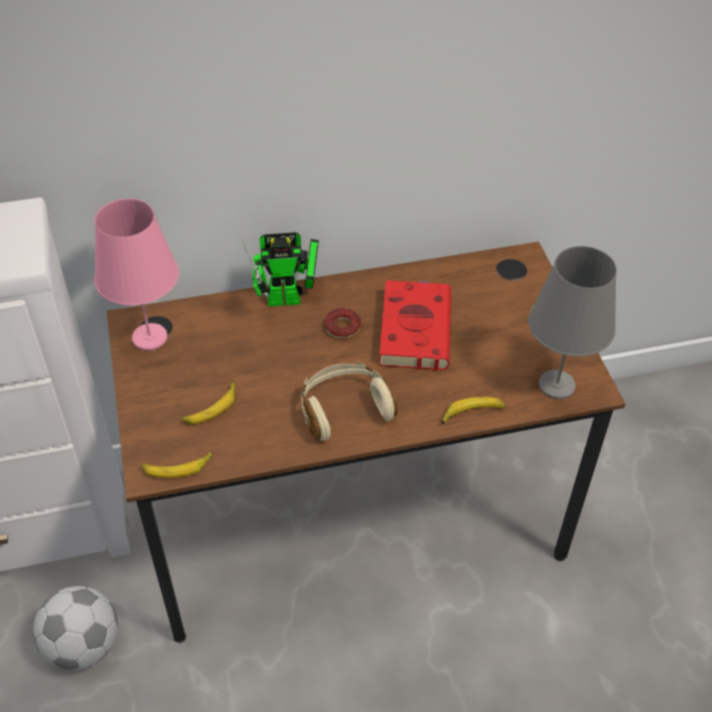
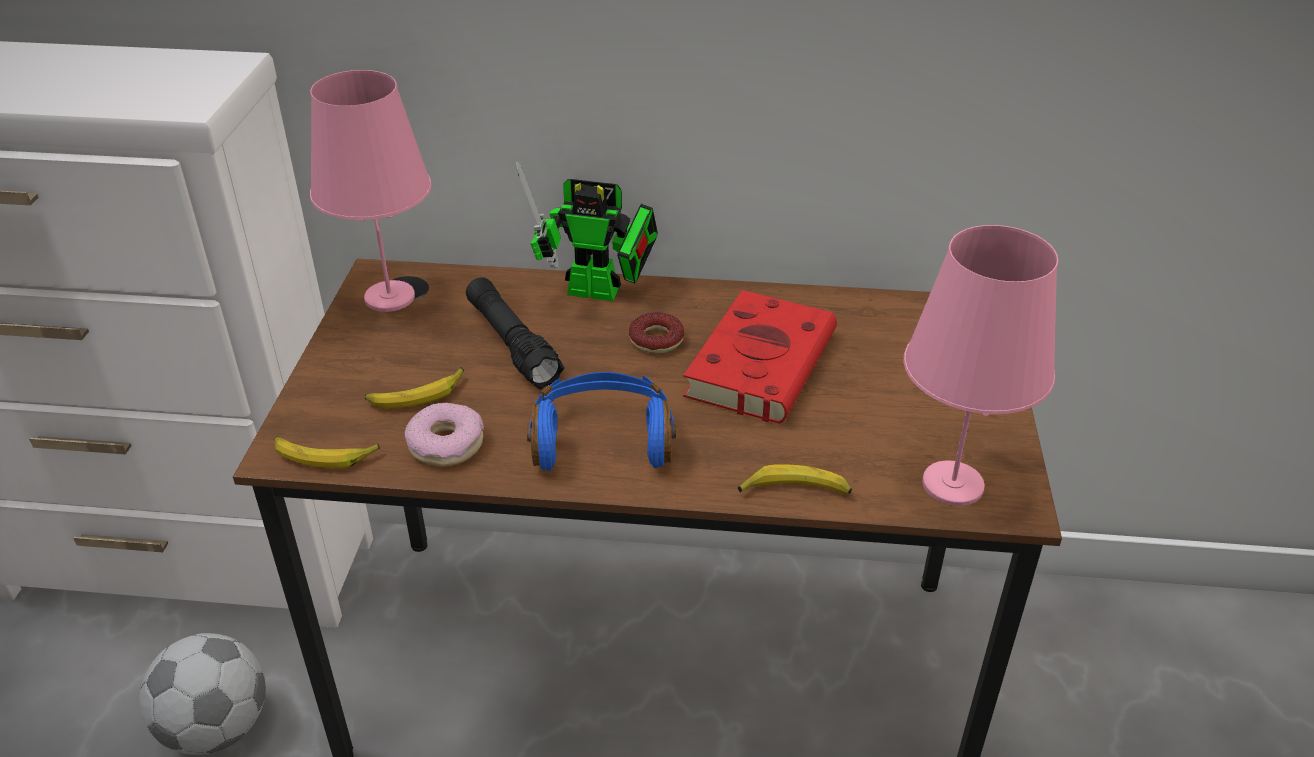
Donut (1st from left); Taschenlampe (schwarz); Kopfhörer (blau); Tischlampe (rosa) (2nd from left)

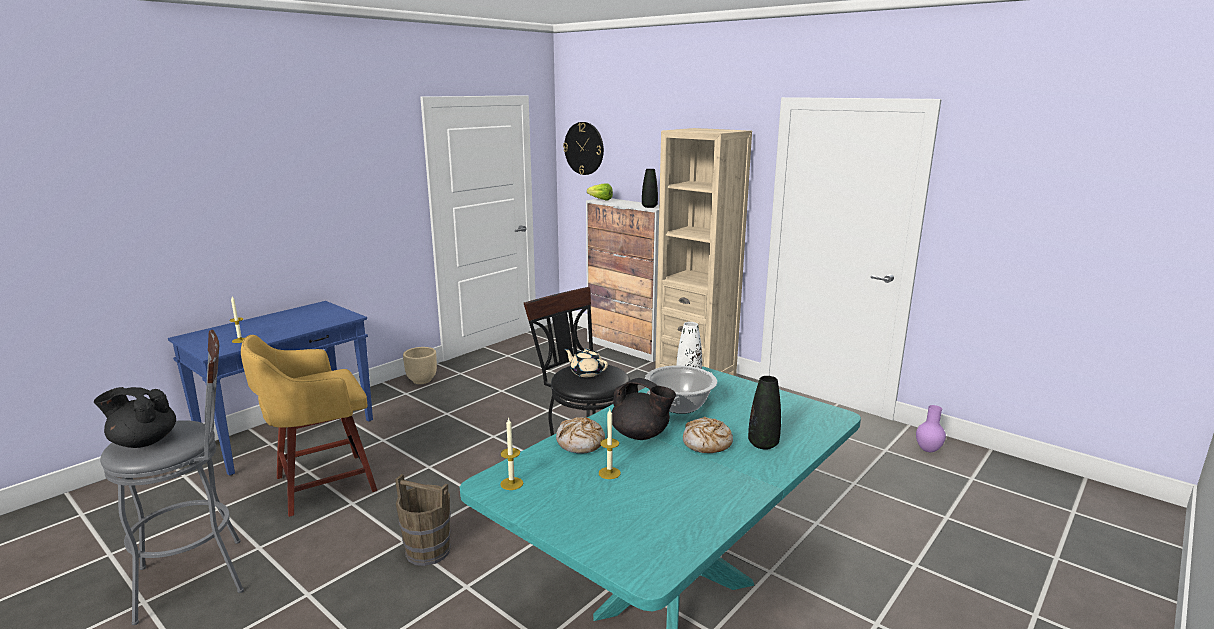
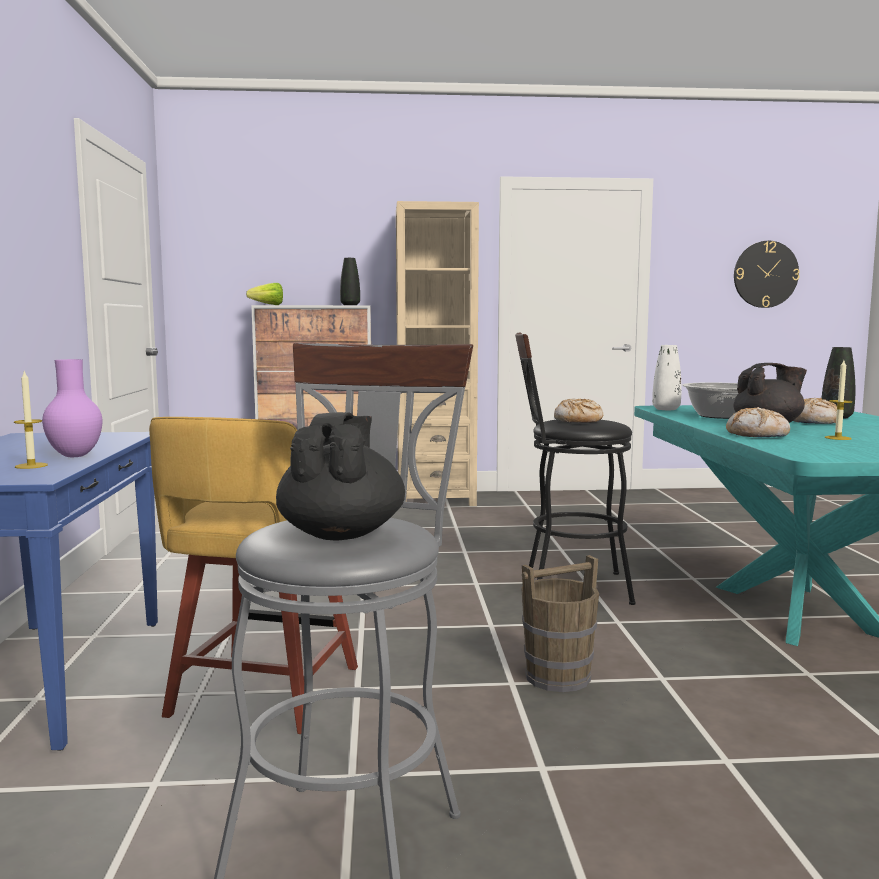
Vase (lila); Teekanne (schwarz) (1st from left); Brot (1st from left); Wanduhr; Pflanzkübel (beige); Kerze (2nd from left in the first image)

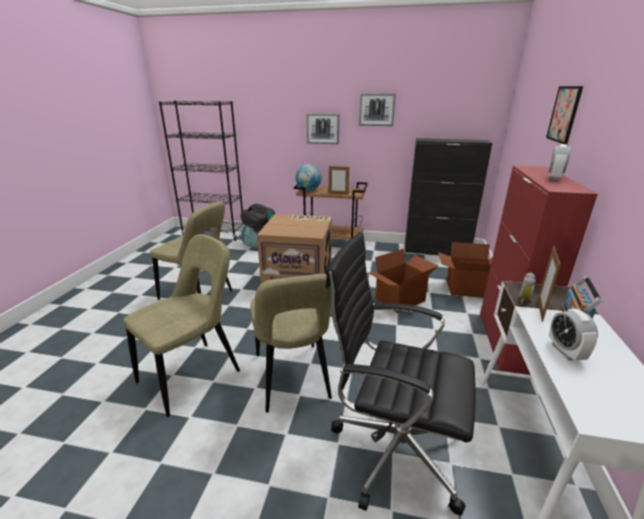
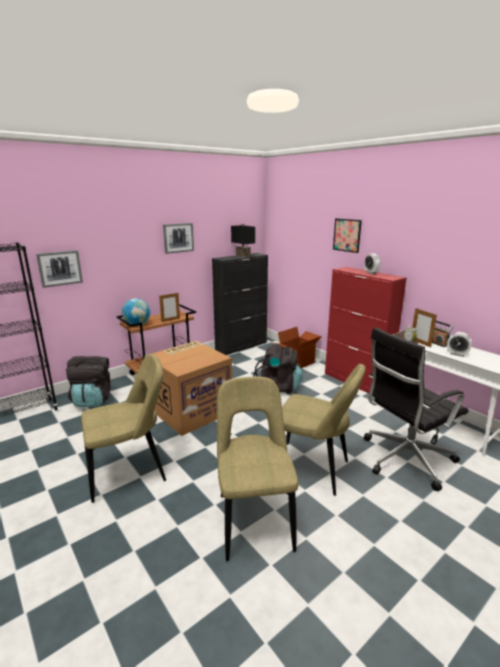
Bild (1st from left); Tischlampe (schwarz); Rucksack (schwarz) (2nd from left)

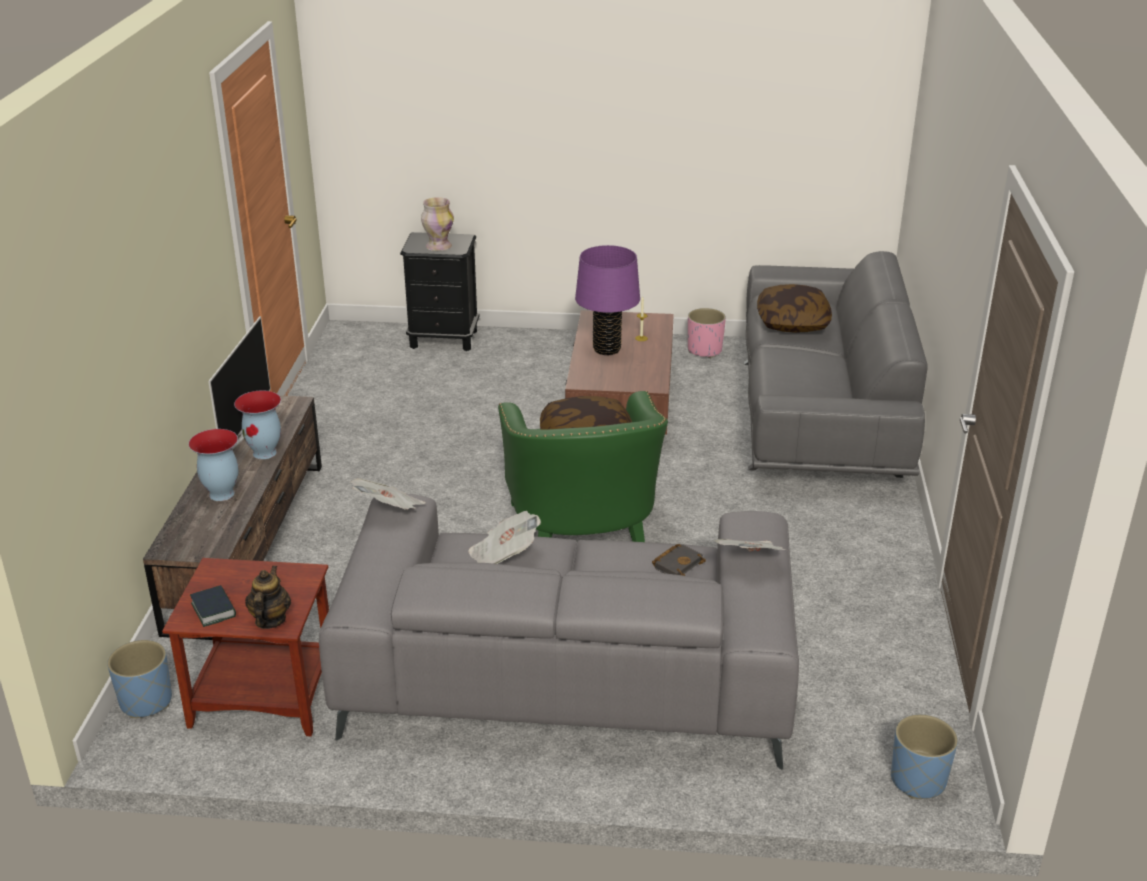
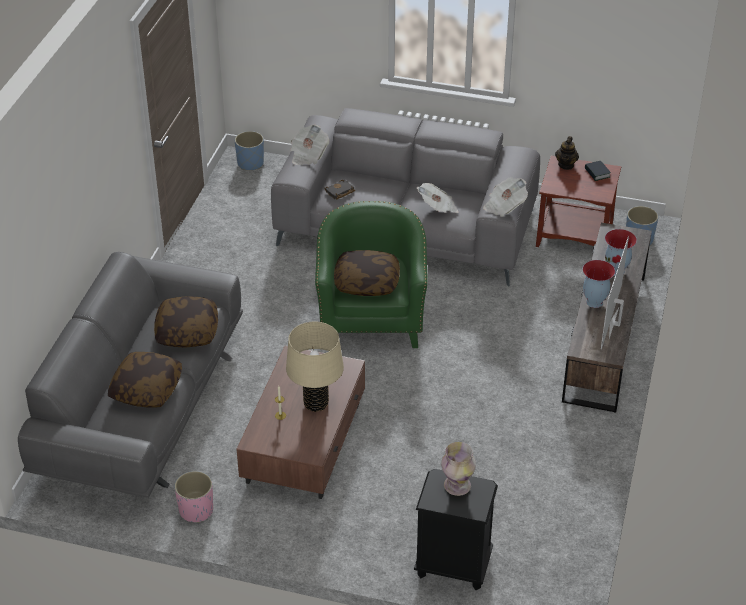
Kissen (2nd from left); Tischlampe (beige)

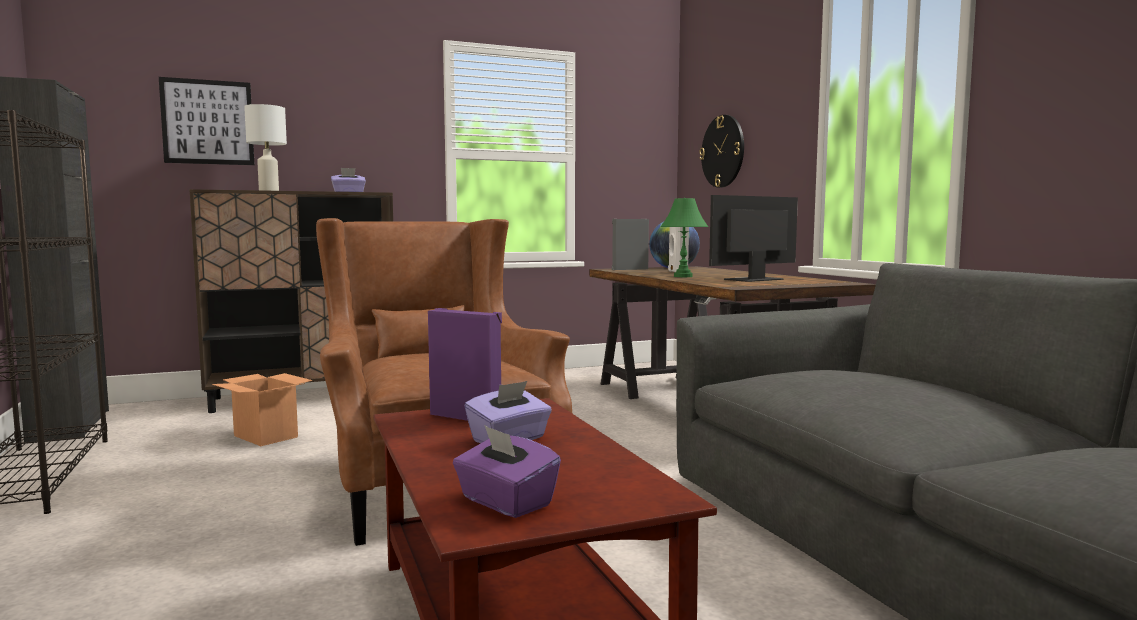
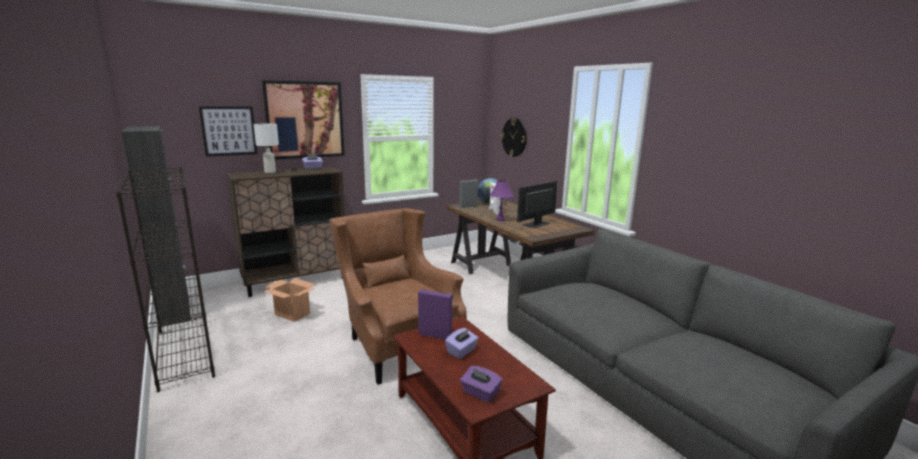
Bild (2nd from left); Tischlampe (lila)

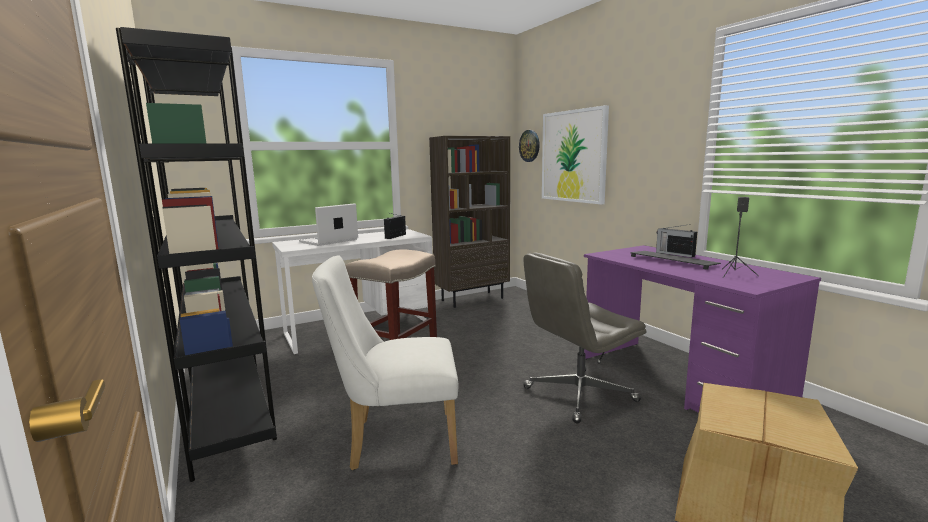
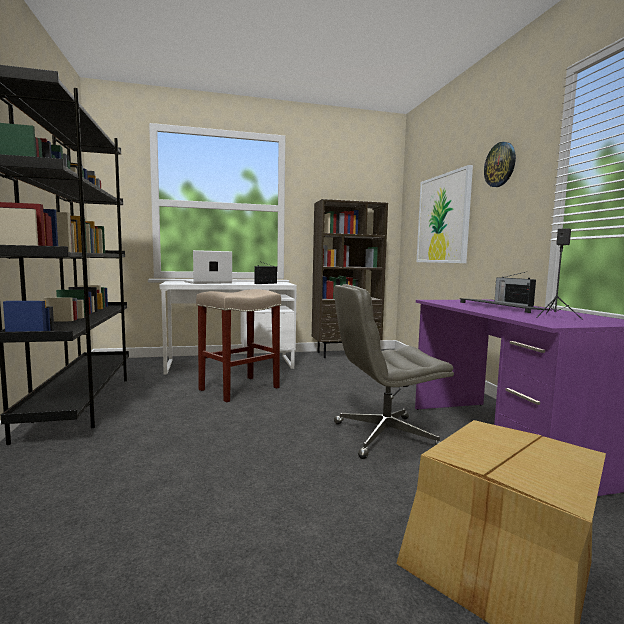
Wanduhr; Stuhl (weiß)

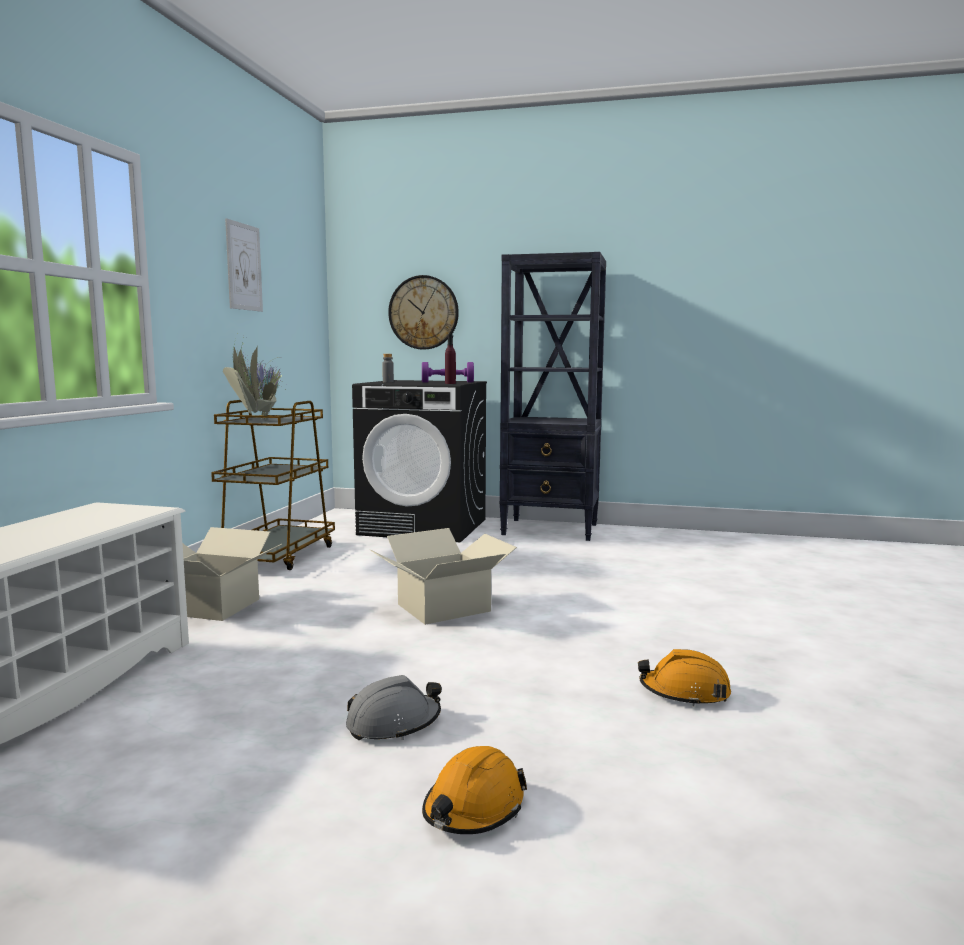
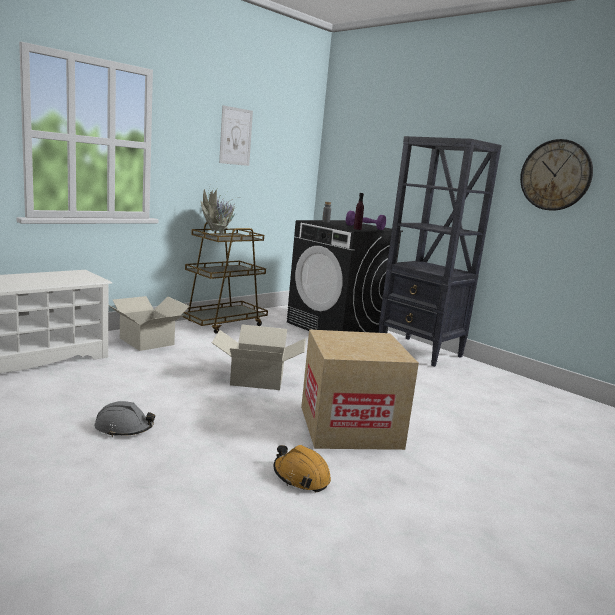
Karton (3rd from left); Wanduhr; Schutzhelm (orange) (1st from left in the first image)

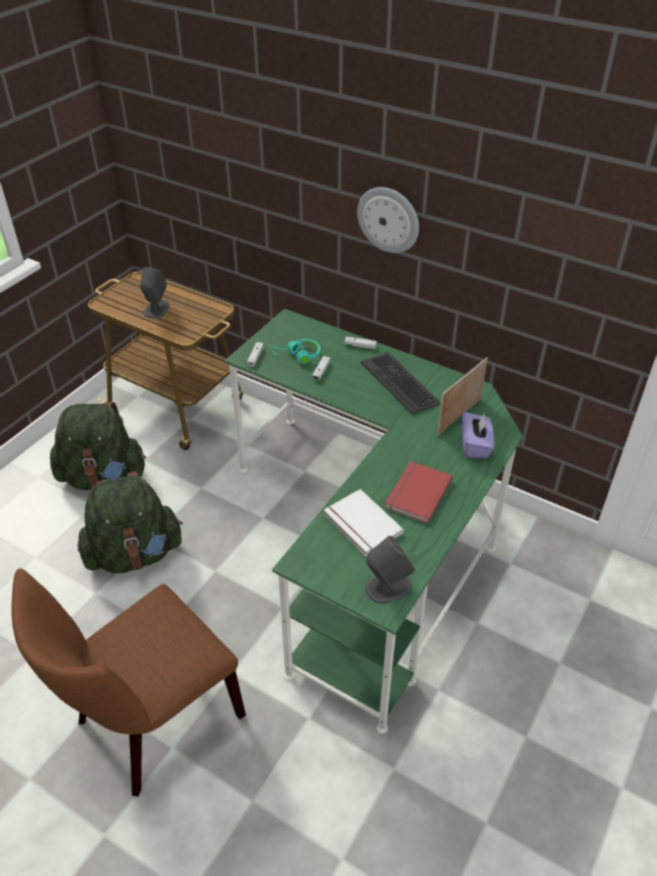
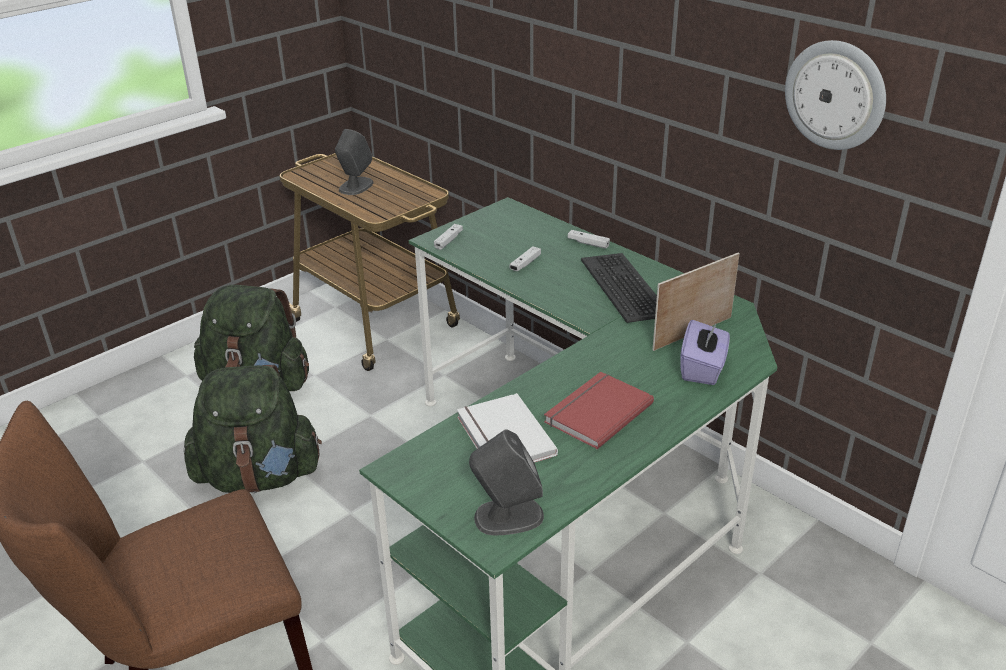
Wanduhr; Kopfhörer (türkis)

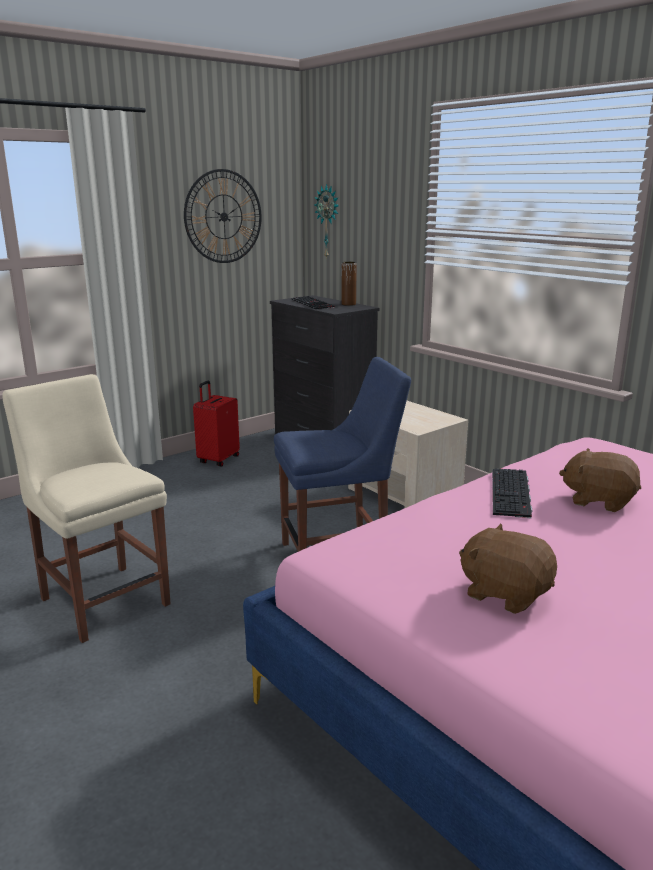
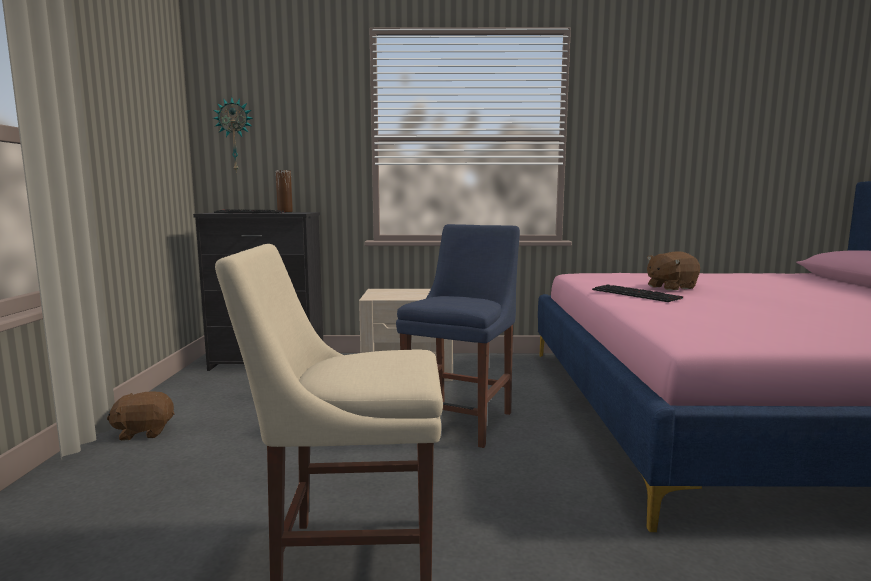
Plüschtier (braun) (1st from left); Wanduhr (1st from left in the first image); Koffer (rot)

